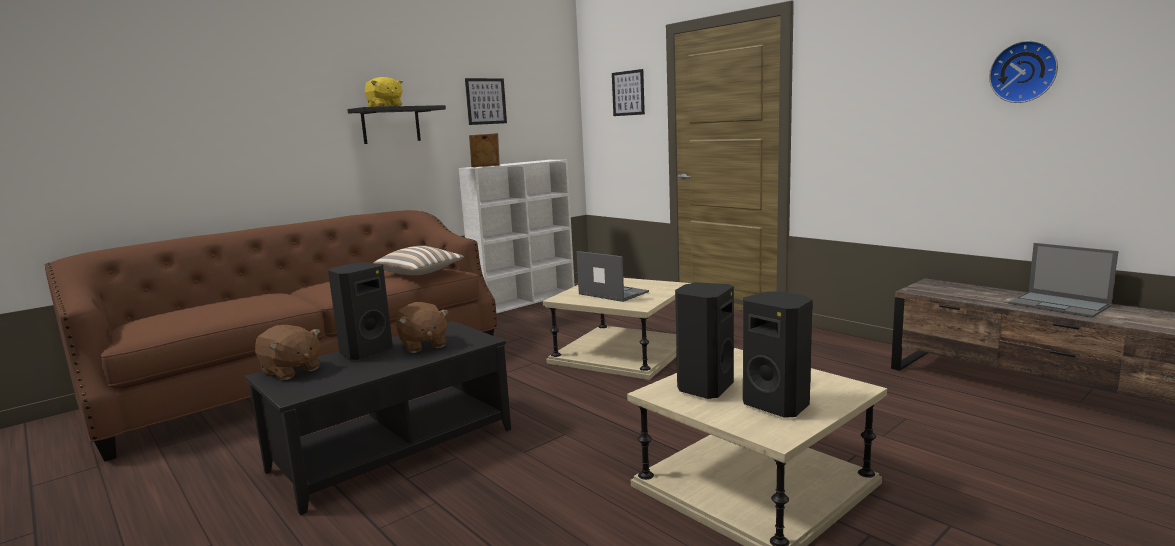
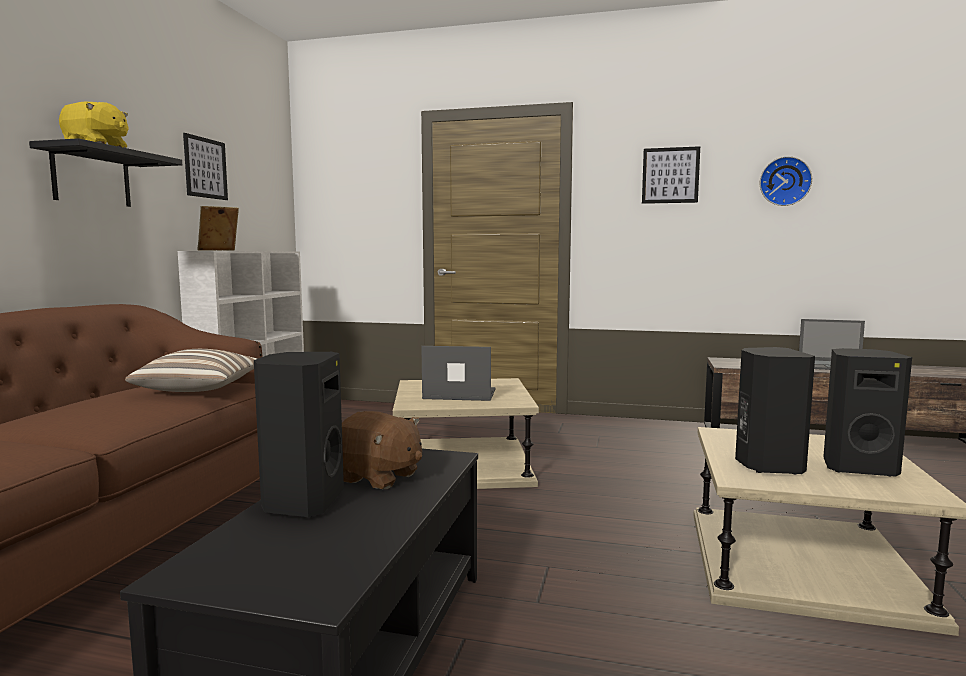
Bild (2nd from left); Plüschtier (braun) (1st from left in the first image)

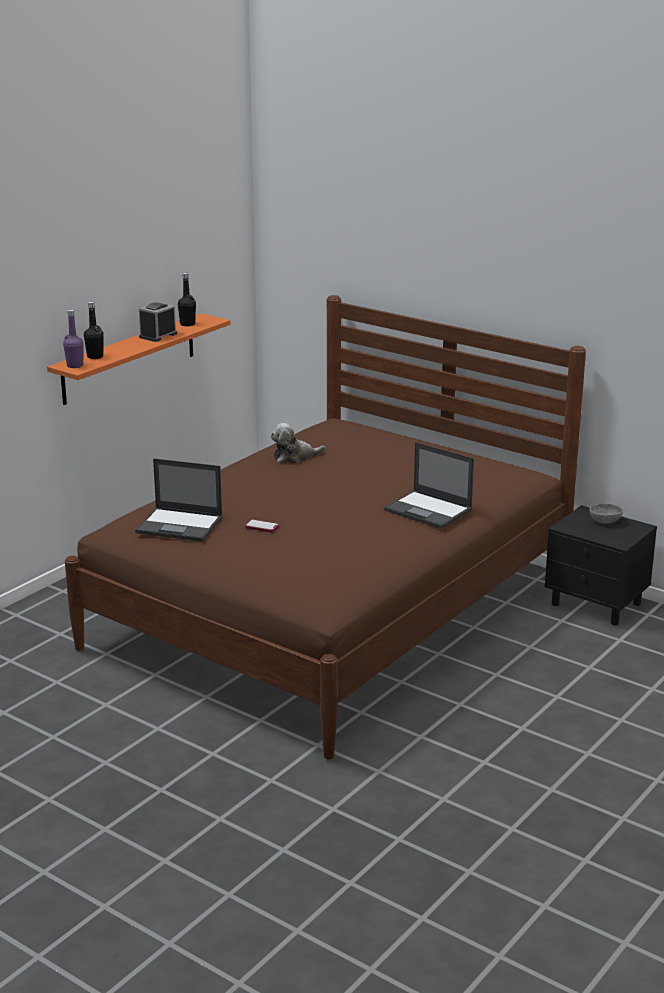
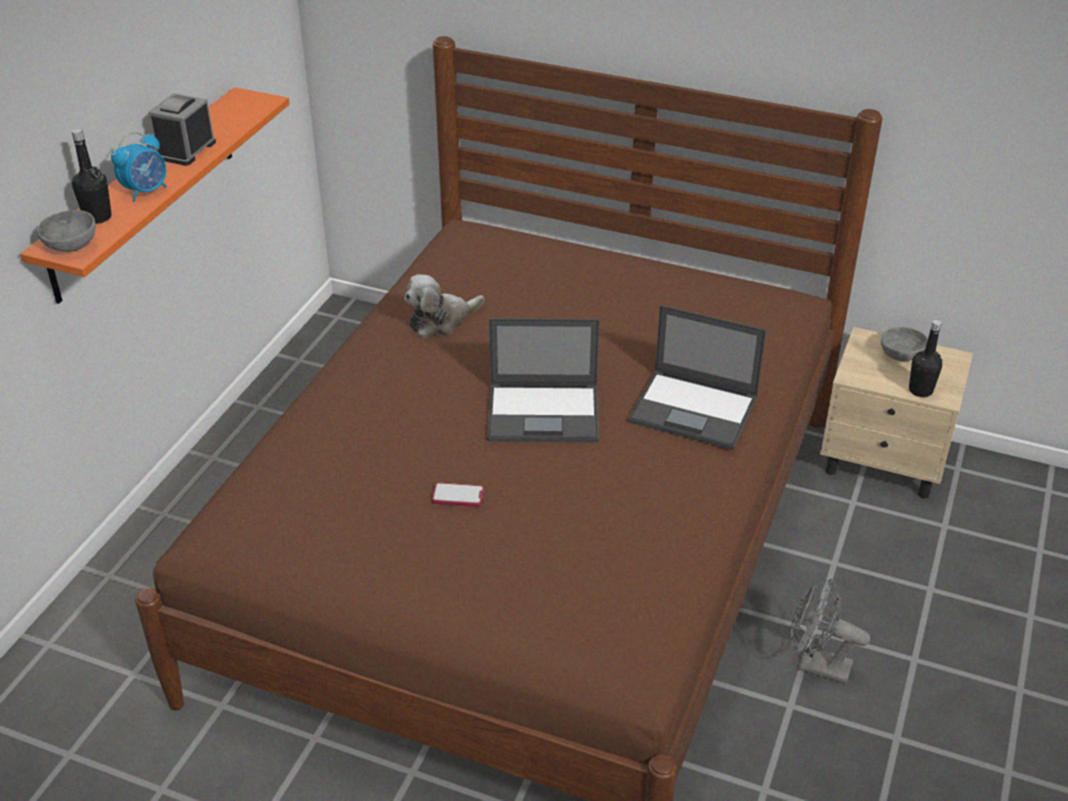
Schüssel (grau) (1st from left); Wecker (1st from left); Laptop (1st from left); Ventilator (grau); Nachttisch (beige); Flasche (schwarz) (2nd from left)

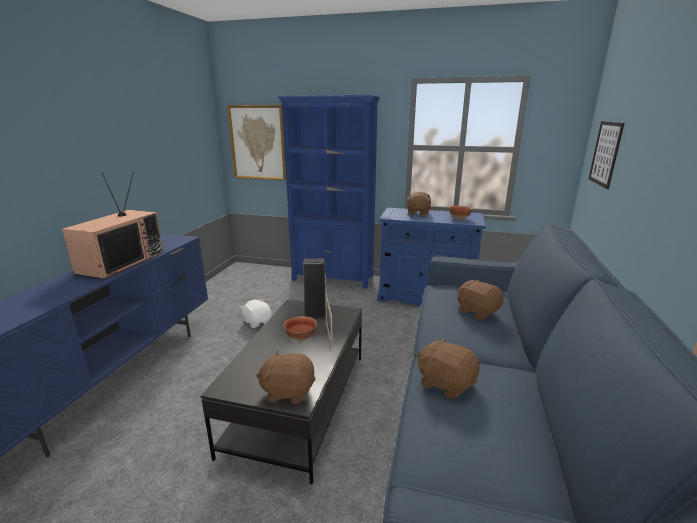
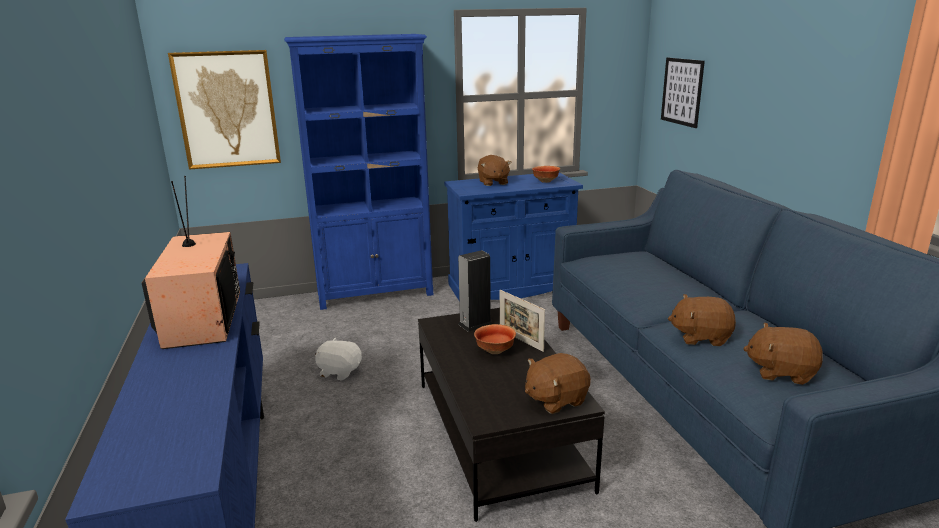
Plüschtier (braun) (4th from left)

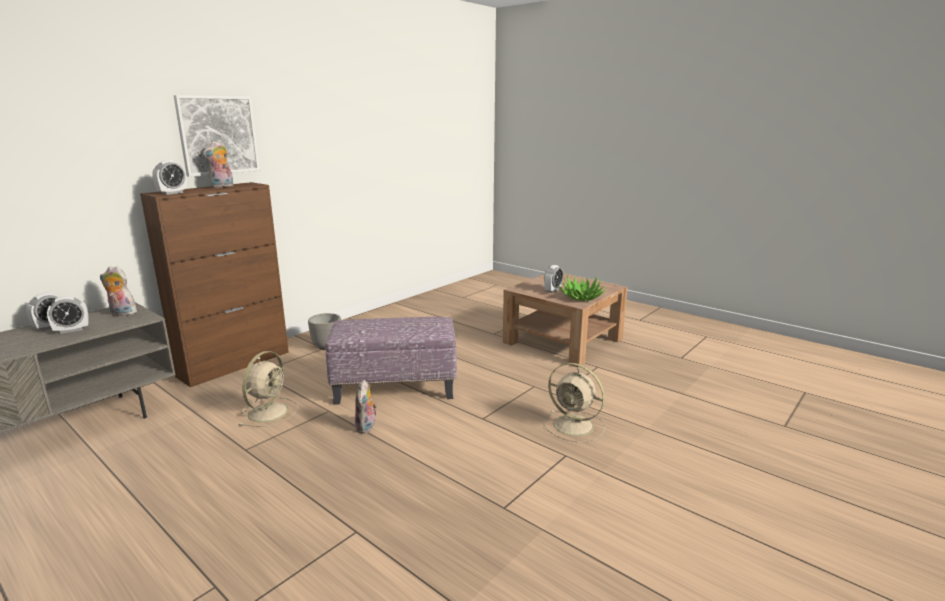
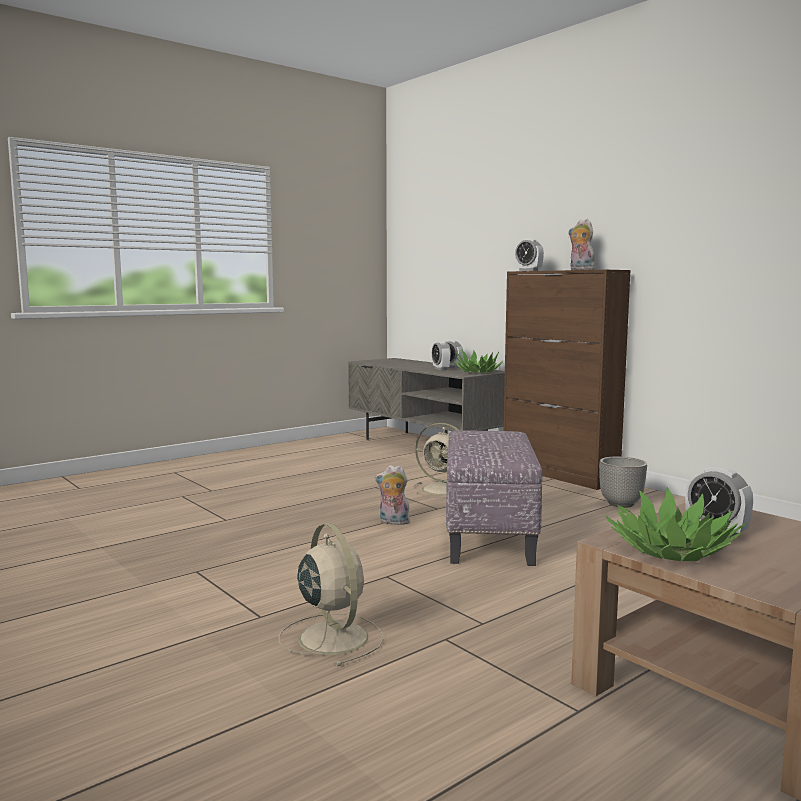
Ventilator (beige) (1st from left); Topfpflanze (1st from left); Bild

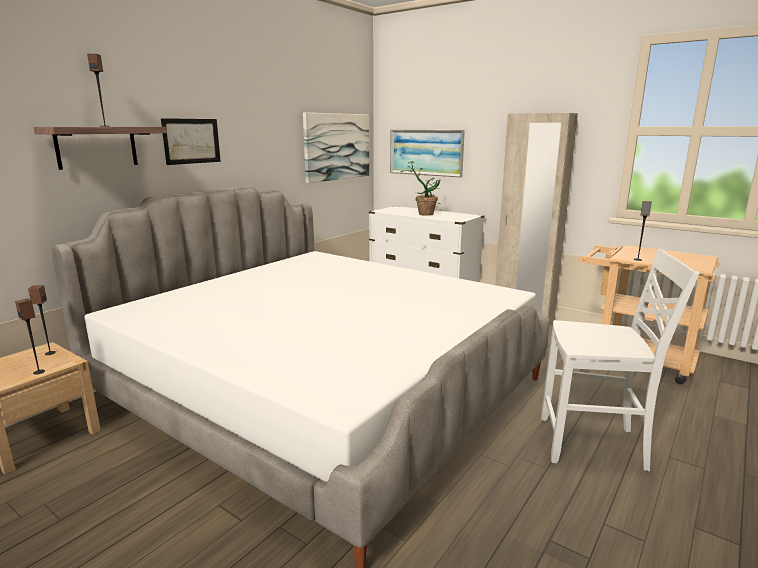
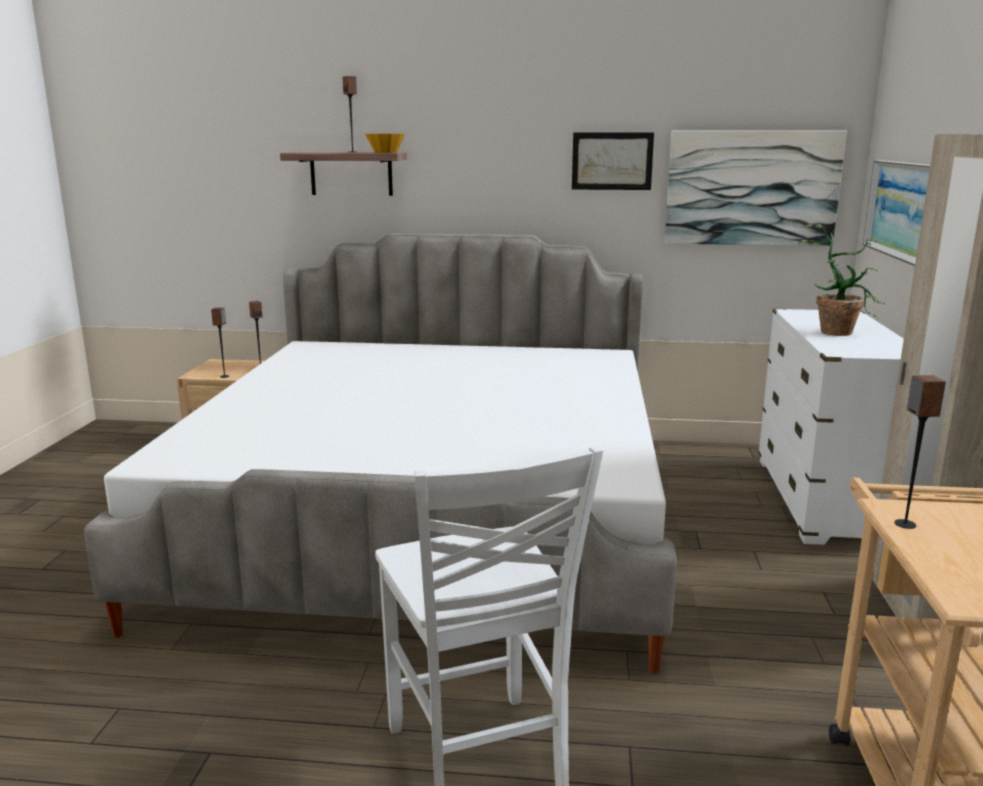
Schüssel; Bild (1st from left)

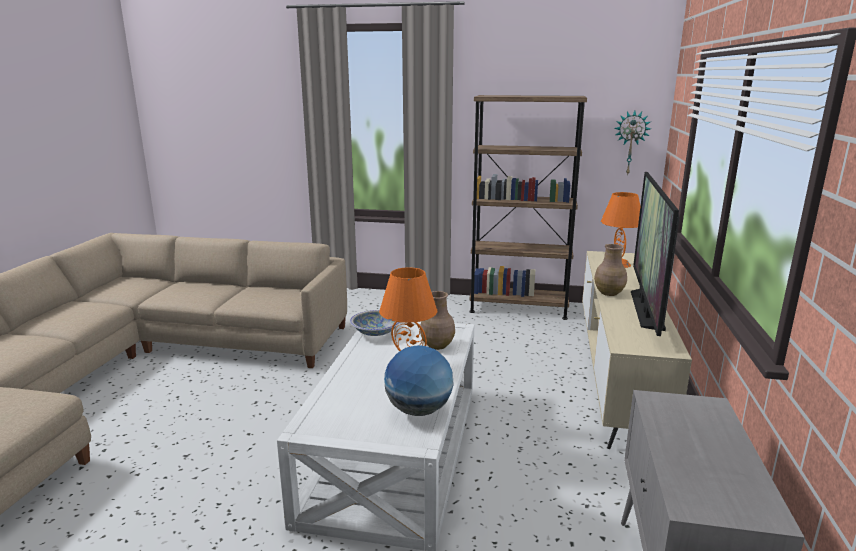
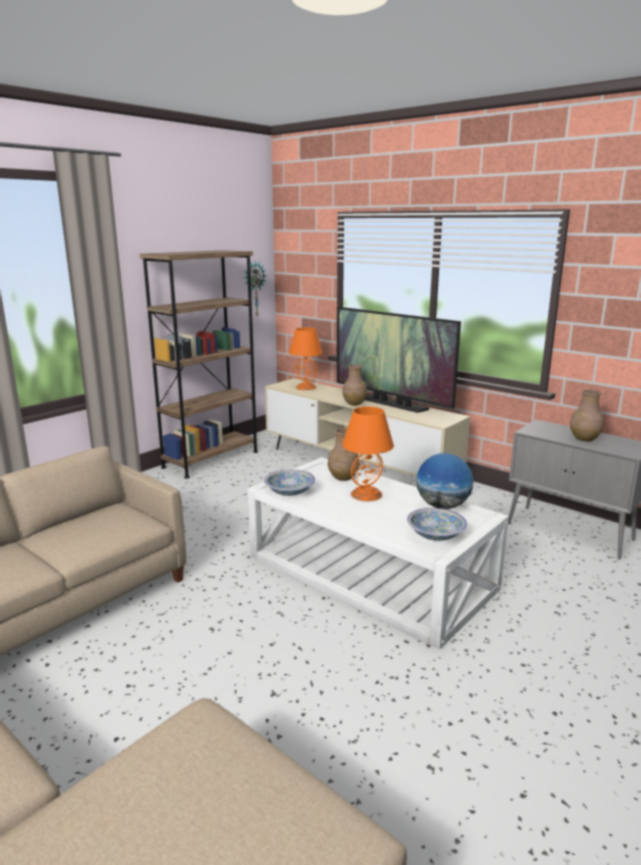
Schüssel (2nd from left); Vase (braun) (3rd from left)

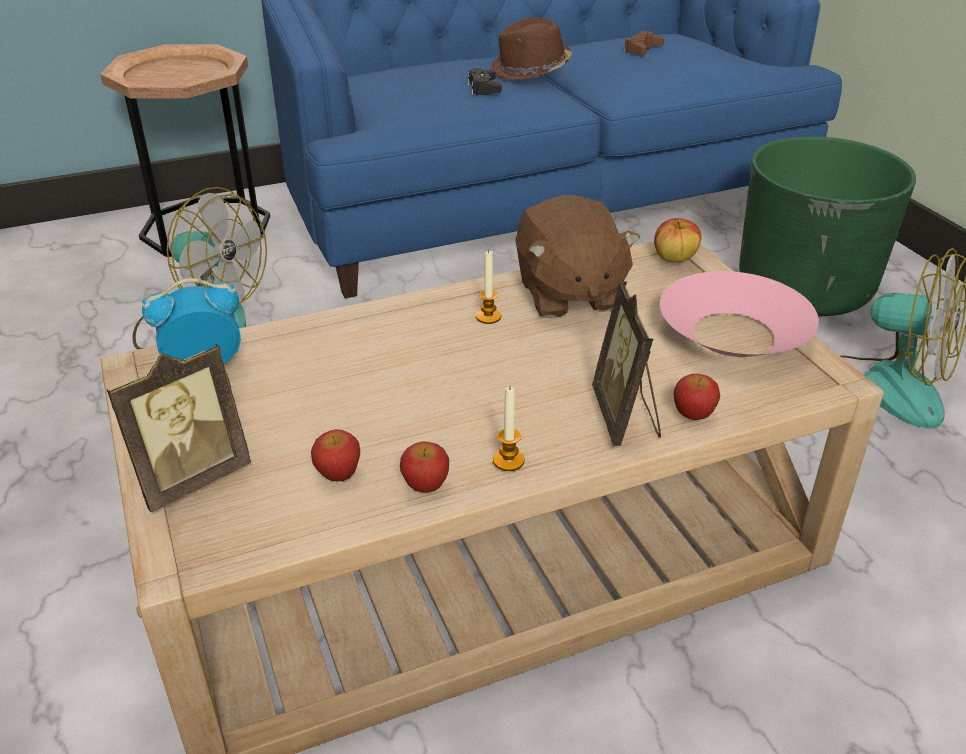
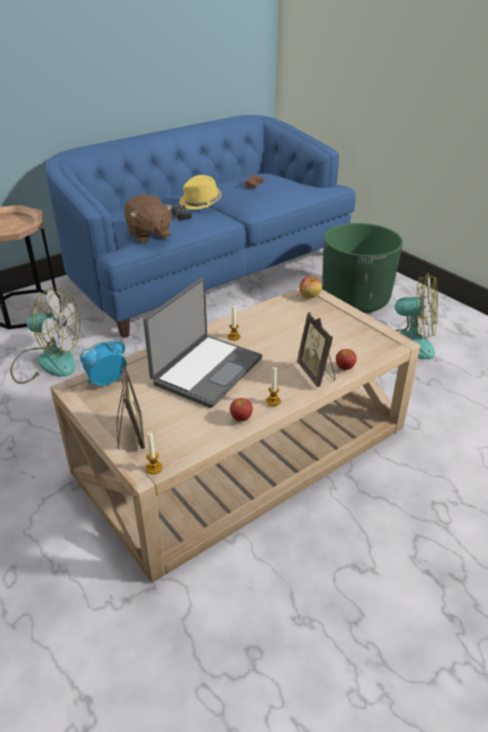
Bilderrahmen (1st from left); Plüschtier (braun); Laptop; Kerze (1st from left); Hut (gelb); Apfel (1st from left in the first image); Schüssel (rosa)

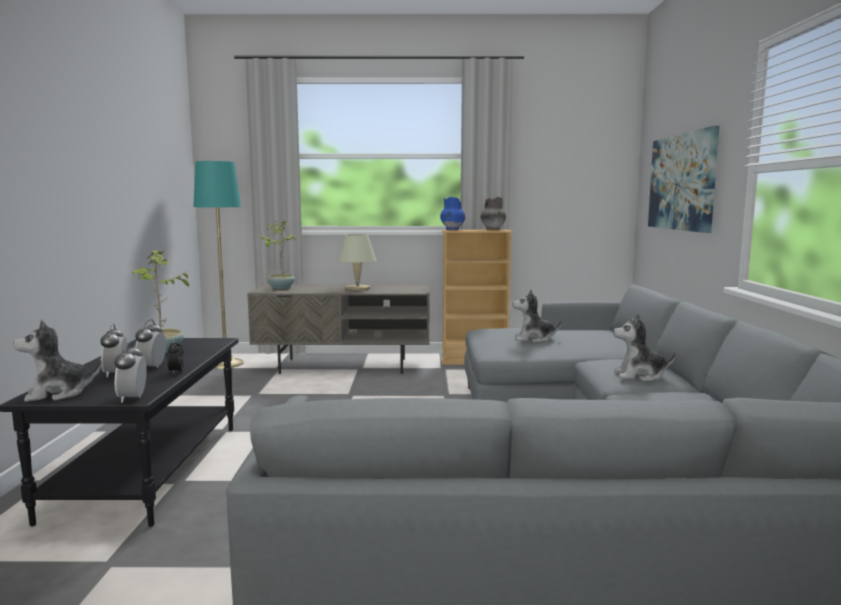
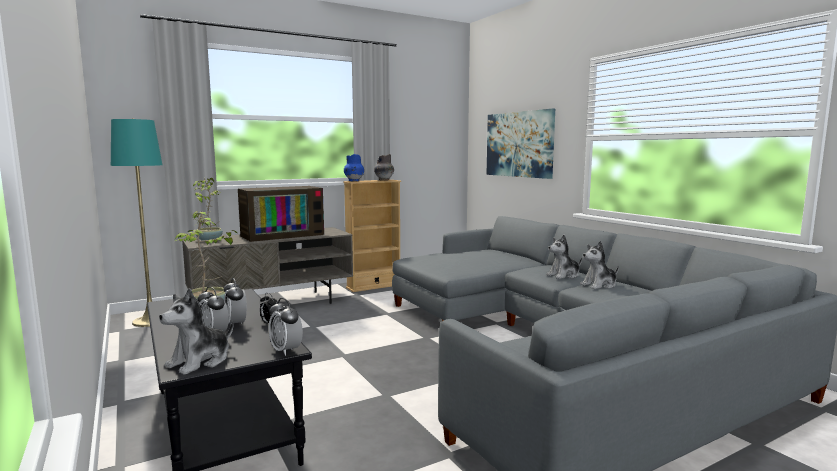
Fernseher; Plüschtier (3rd from left)

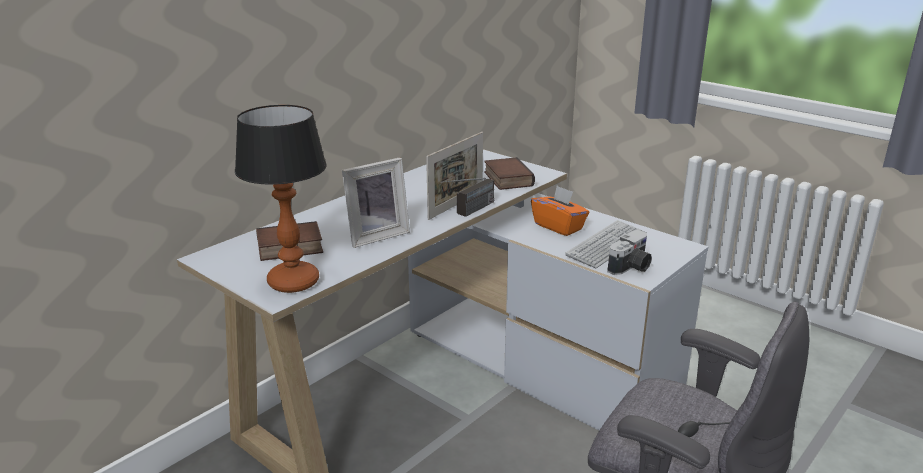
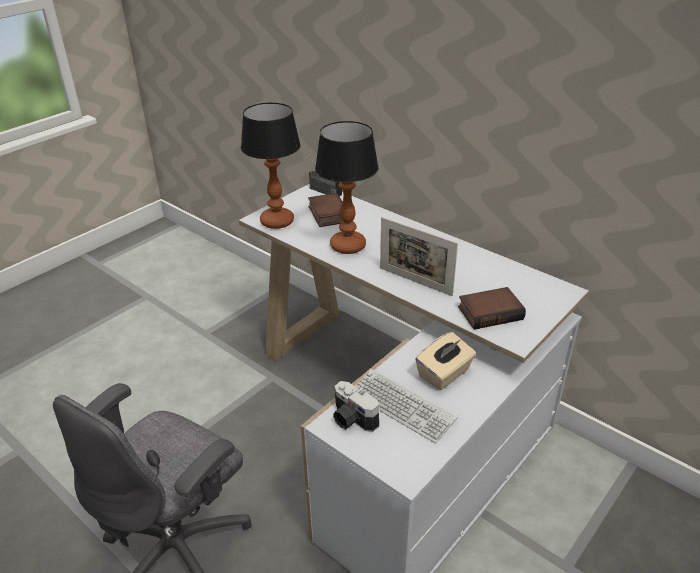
Radio; Tischlampe (2nd from left); Taschentuchbox (beige)

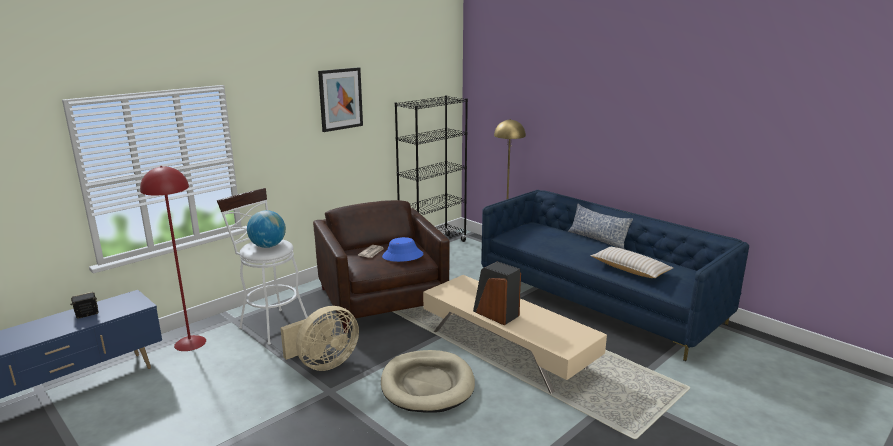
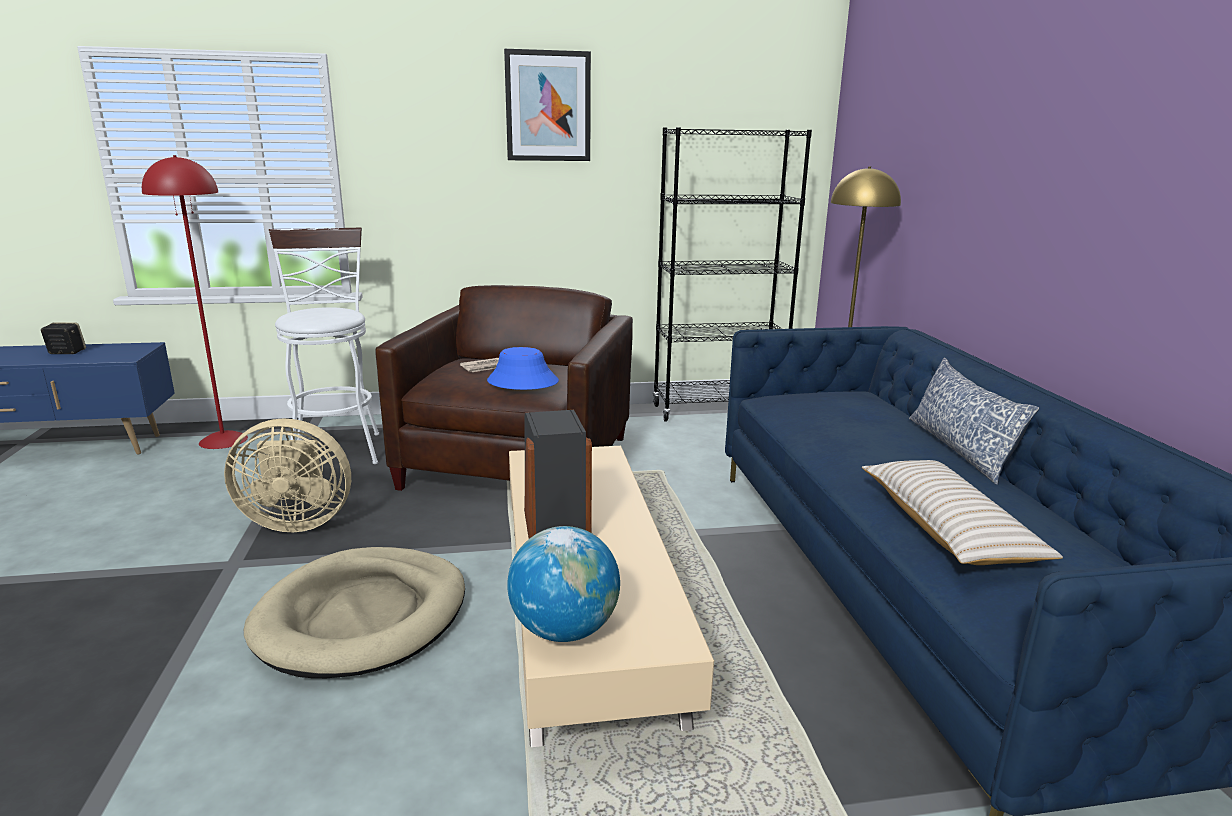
Globus

